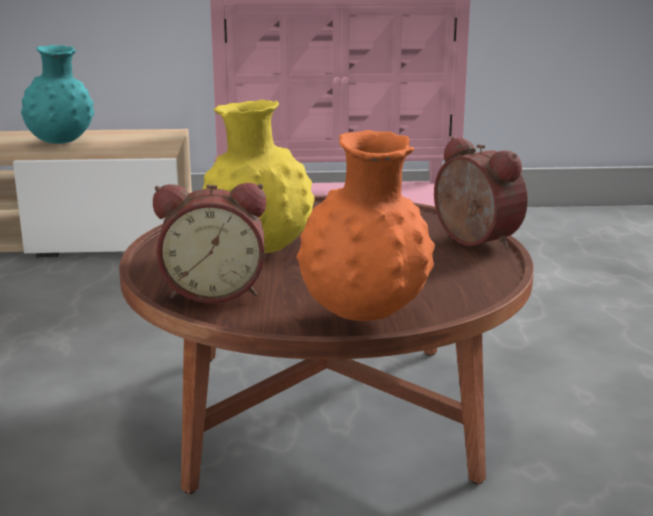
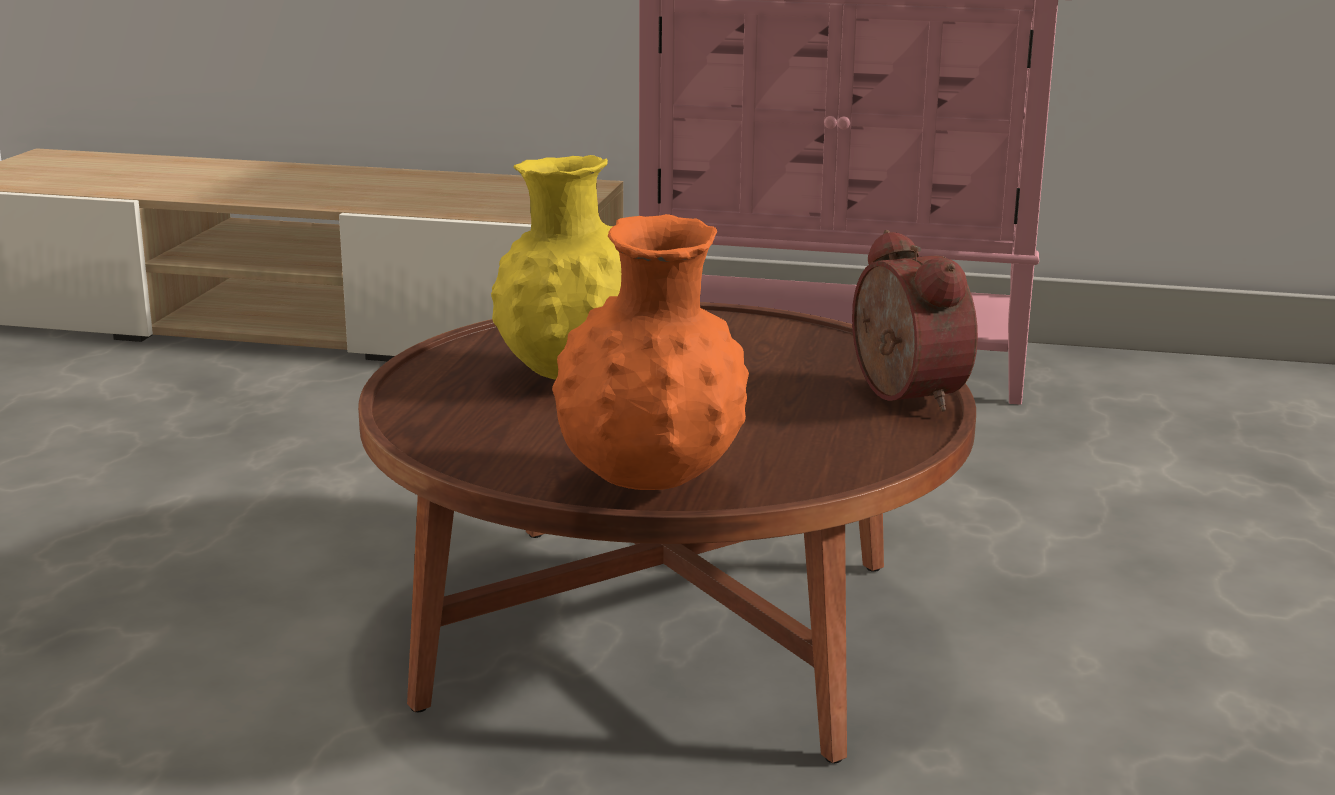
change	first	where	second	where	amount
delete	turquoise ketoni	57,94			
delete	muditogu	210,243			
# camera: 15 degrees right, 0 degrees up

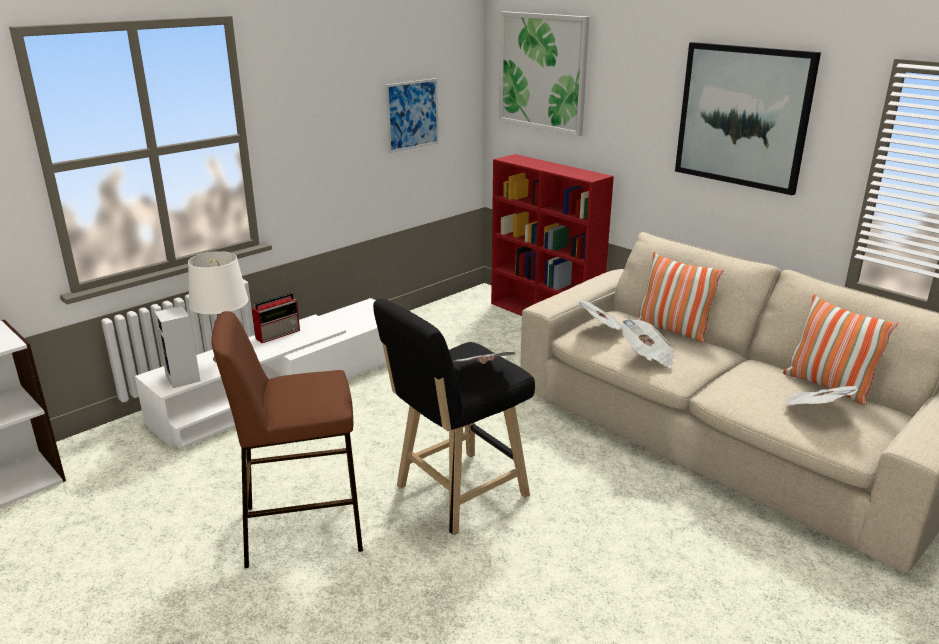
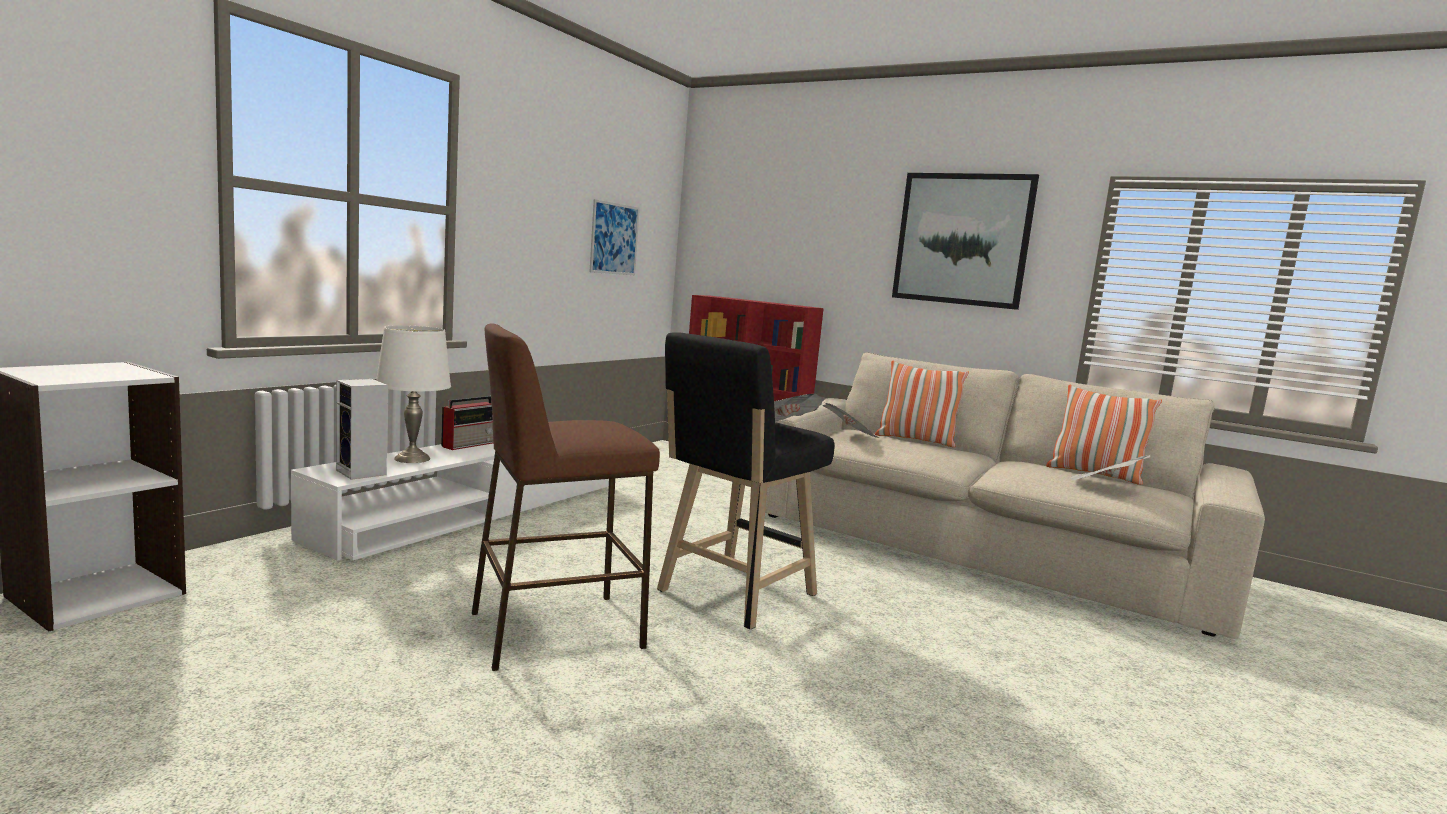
change	first	where	second	where	amount
delete	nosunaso	544,73			
delete	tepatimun	648,343			
# camera: 15 degrees left, 15 degrees down

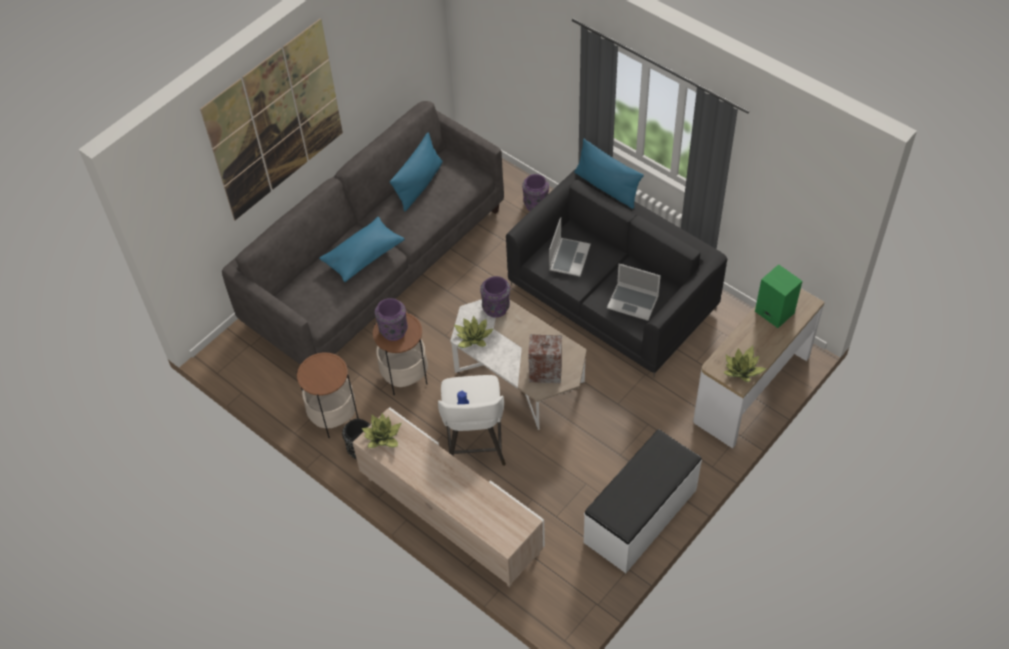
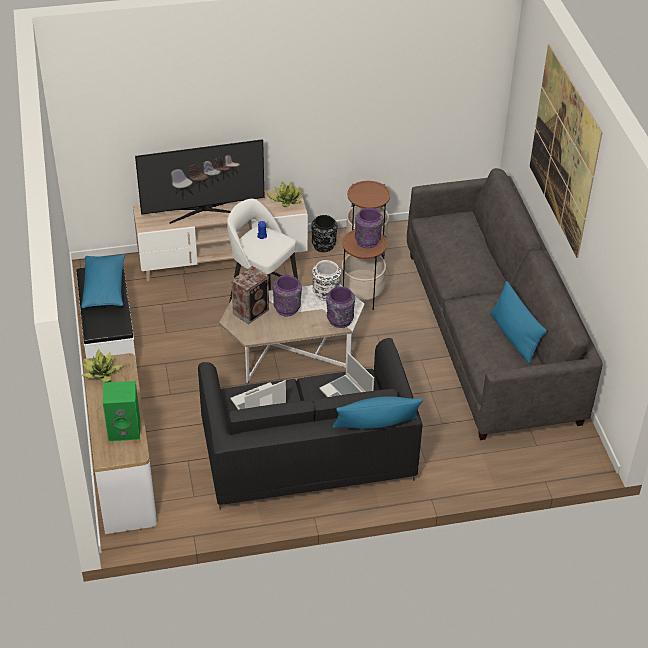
change	first	where	second	where	amount
insert			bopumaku	199,181	
move	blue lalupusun	362,249		103,281	
move	purple ketoni	535,192		287,296	
replace	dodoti	474,332	white ketoni	326,280	
# camera: 125 degrees right, 10 degrees down

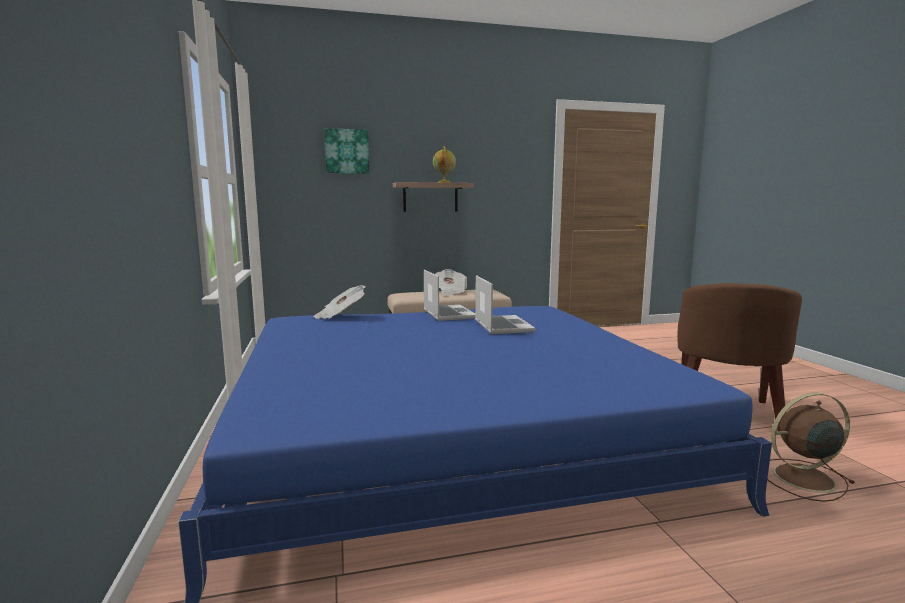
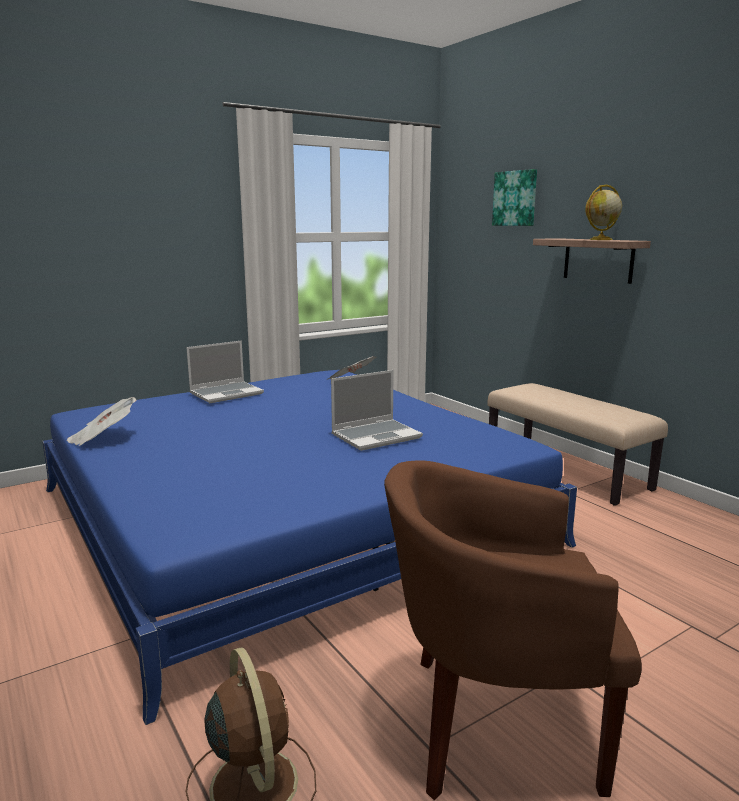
change	first	where	second	where	amount
move	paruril	450,295		225,371	
move	tepatimun	451,282		102,421	
# camera: 70 degrees right, 5 degrees up

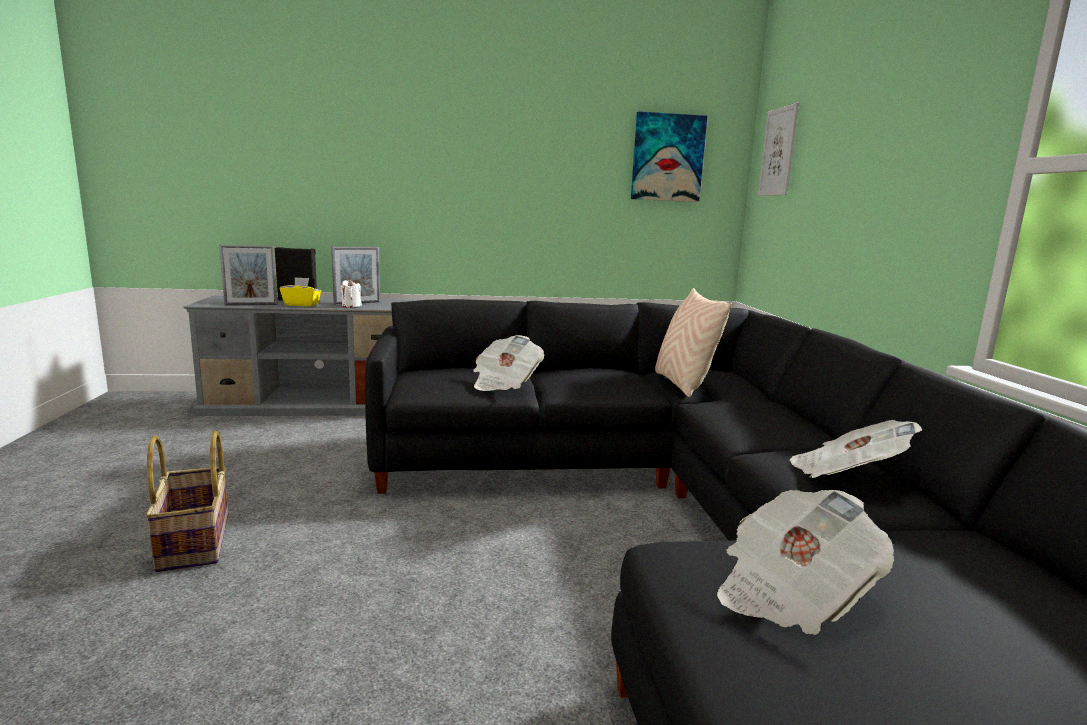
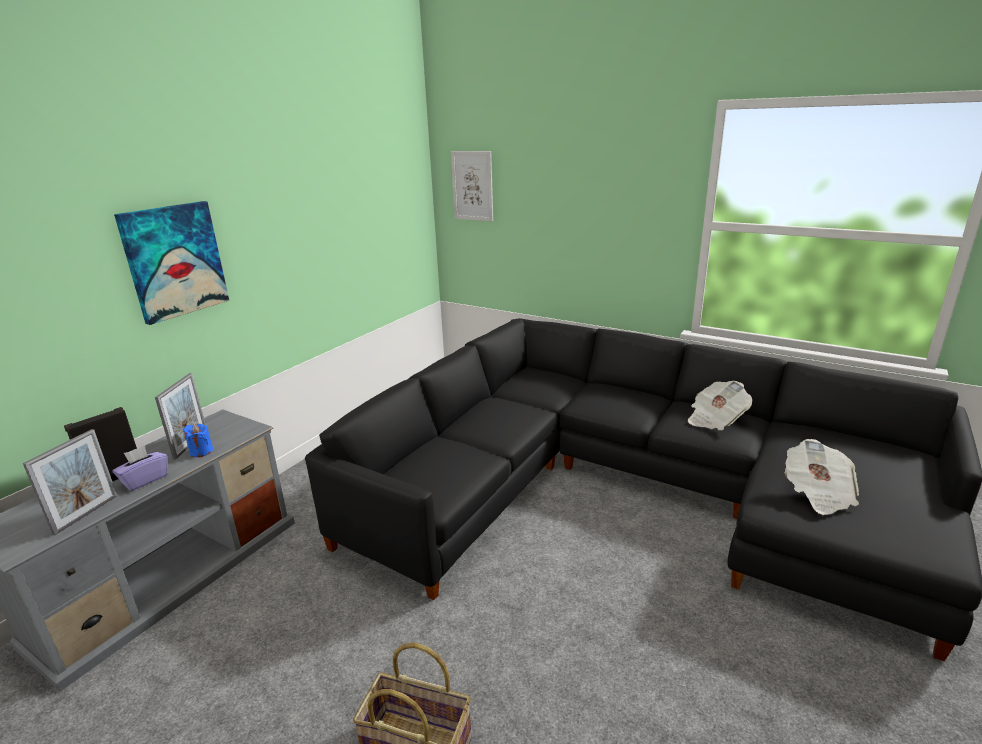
change	first	where	second	where	amount
delete	tepatimun	508,363			
delete	beige lalupusun	693,342			
move	nosunaso	669,156		171,263	
recolor	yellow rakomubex	301,291	purple rakomubex	140,468	
recolor	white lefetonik	351,293	blue lefetonik	198,440	
# camera: 50 degrees left, 10 degrees up

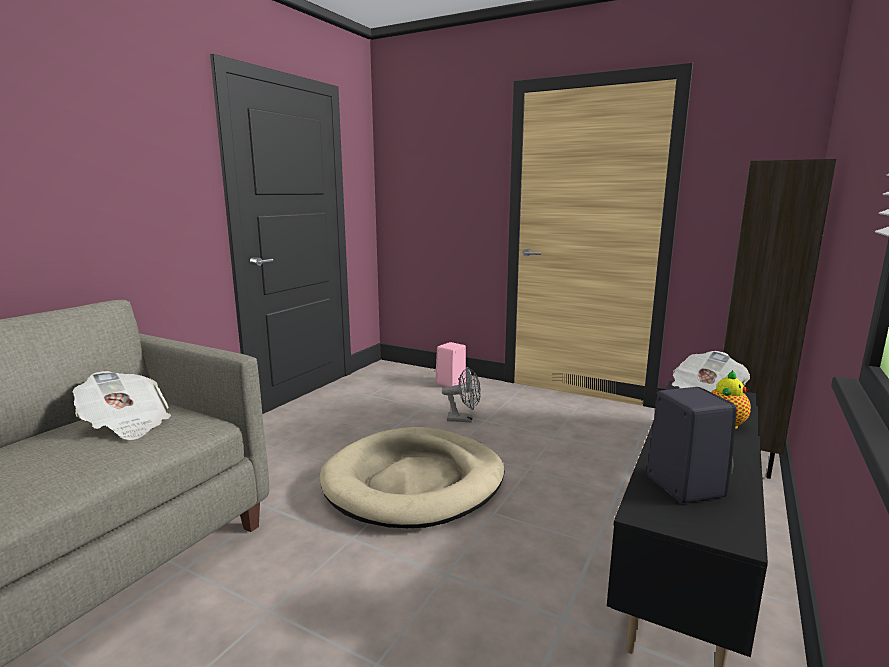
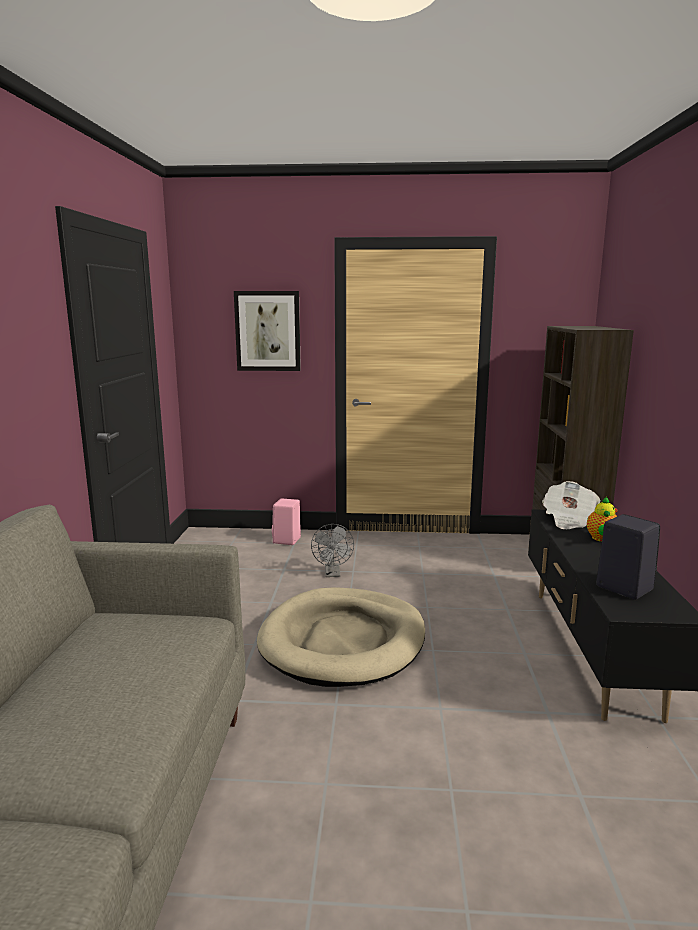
change	first	where	second	where	amount
delete	tepatimun	122,405			
insert			nosunaso	267,331	
rotate	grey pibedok	461,394		332,550	105 degrees clockwise
# camera: 25 degrees left, 0 degrees up

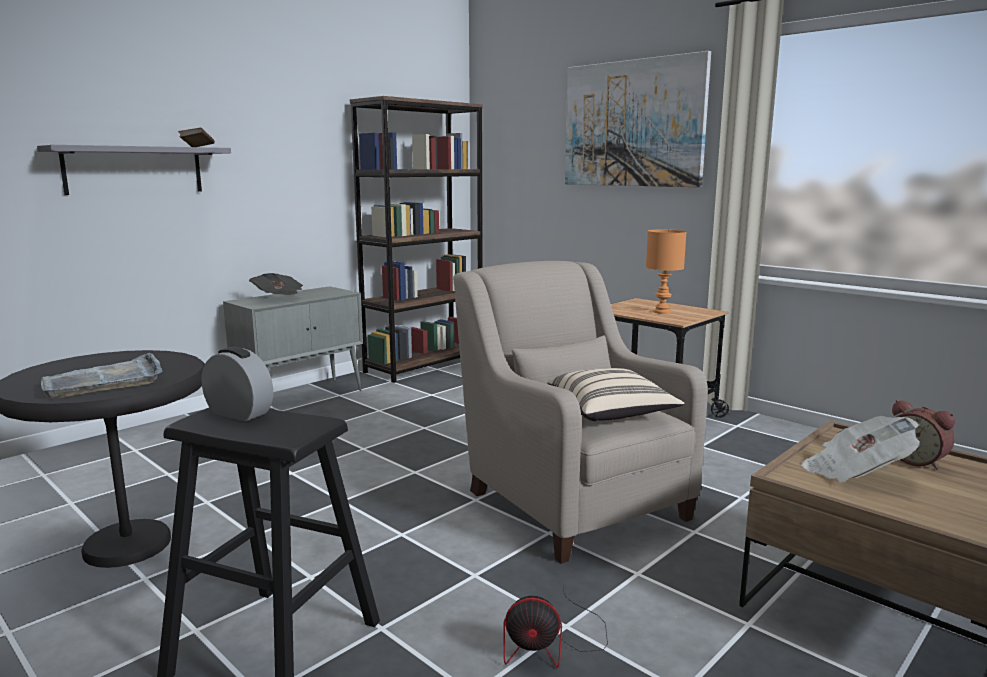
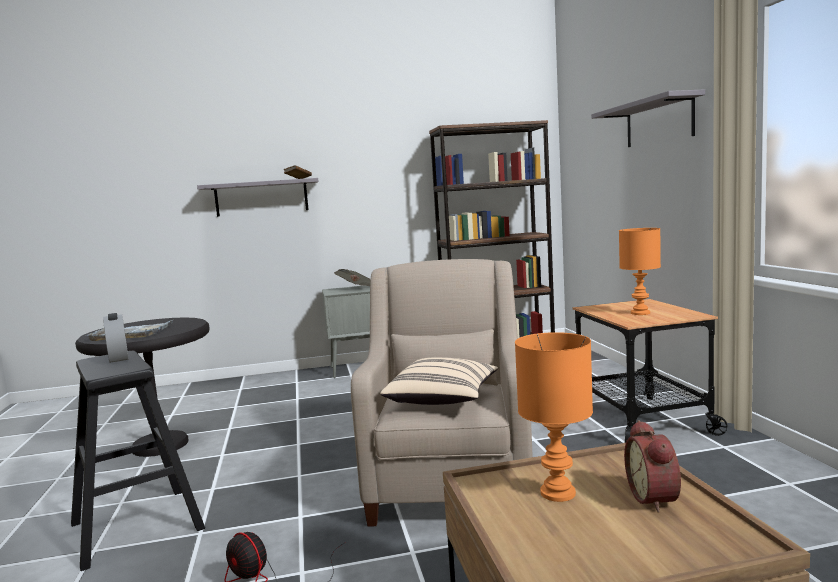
change	first	where	second	where	amount
replace	nosunaso	638,119	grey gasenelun	648,118	
replace	tepatimun	861,449	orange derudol	554,417	
# camera: 35 degrees right, 5 degrees down

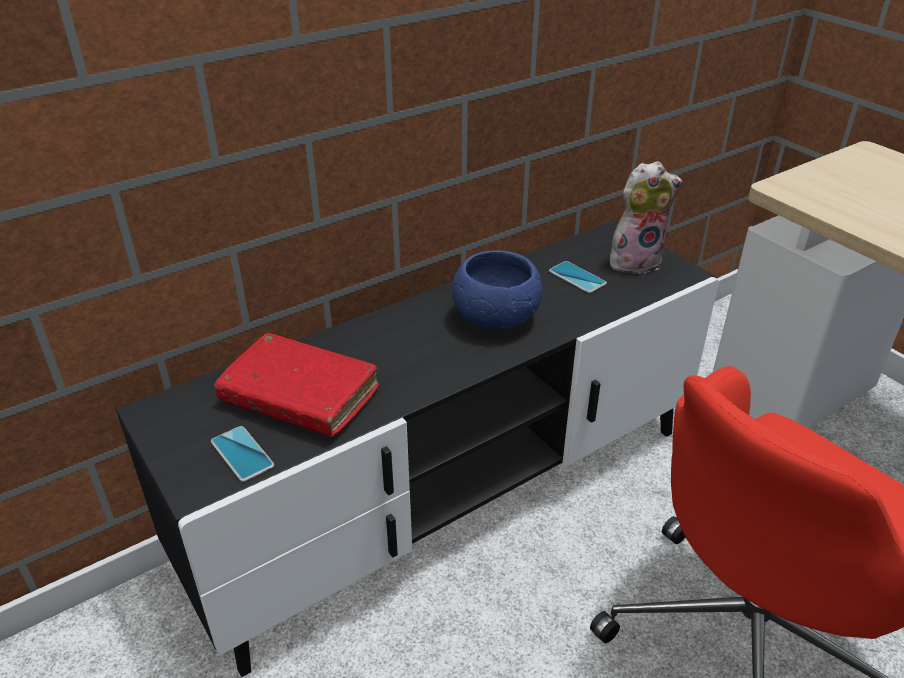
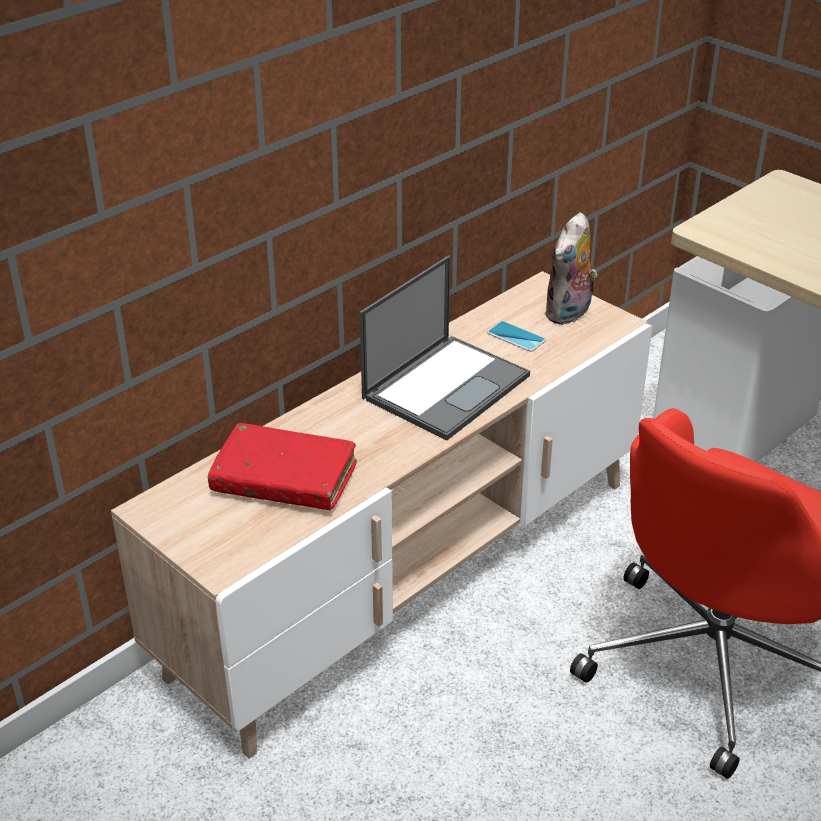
change	first	where	second	where	amount
delete	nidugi	242,454			
replace	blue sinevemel	497,290	paruril	445,348	
recolor	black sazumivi	417,448	beige sazumivi	381,515	
rotate	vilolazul	646,217		571,268	150 degrees clockwise
# camera: 10 degrees left, 0 degrees up

